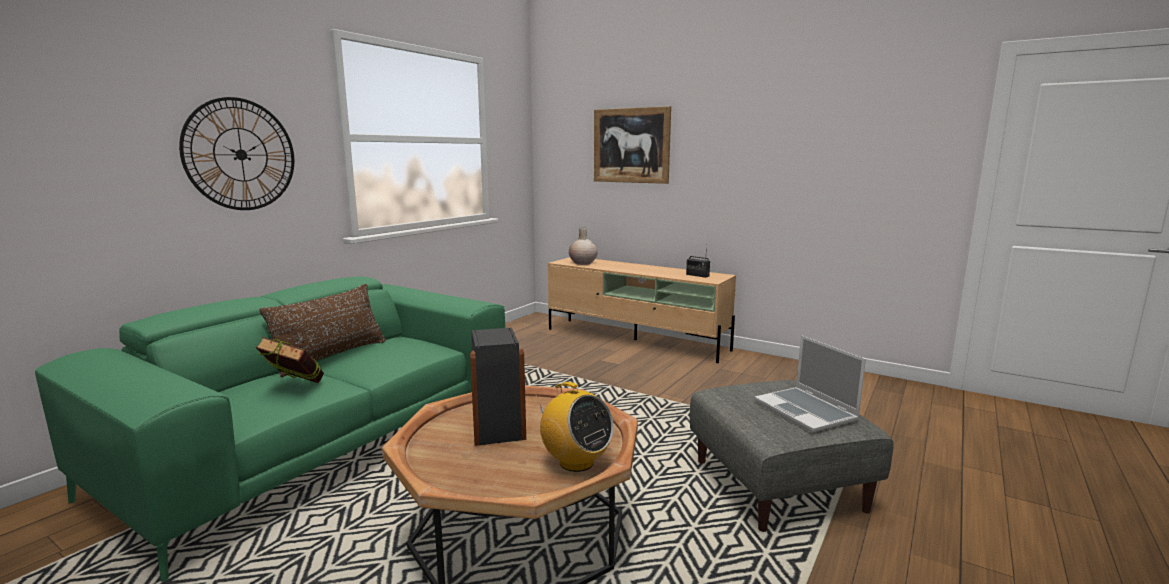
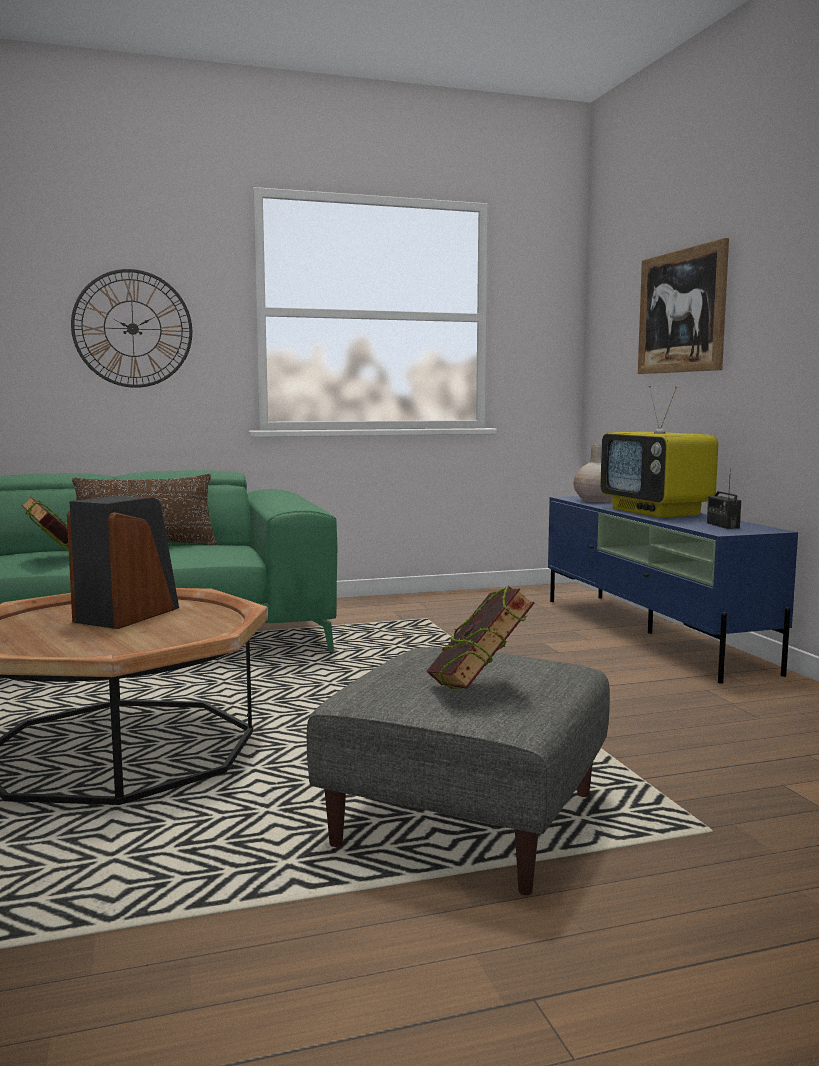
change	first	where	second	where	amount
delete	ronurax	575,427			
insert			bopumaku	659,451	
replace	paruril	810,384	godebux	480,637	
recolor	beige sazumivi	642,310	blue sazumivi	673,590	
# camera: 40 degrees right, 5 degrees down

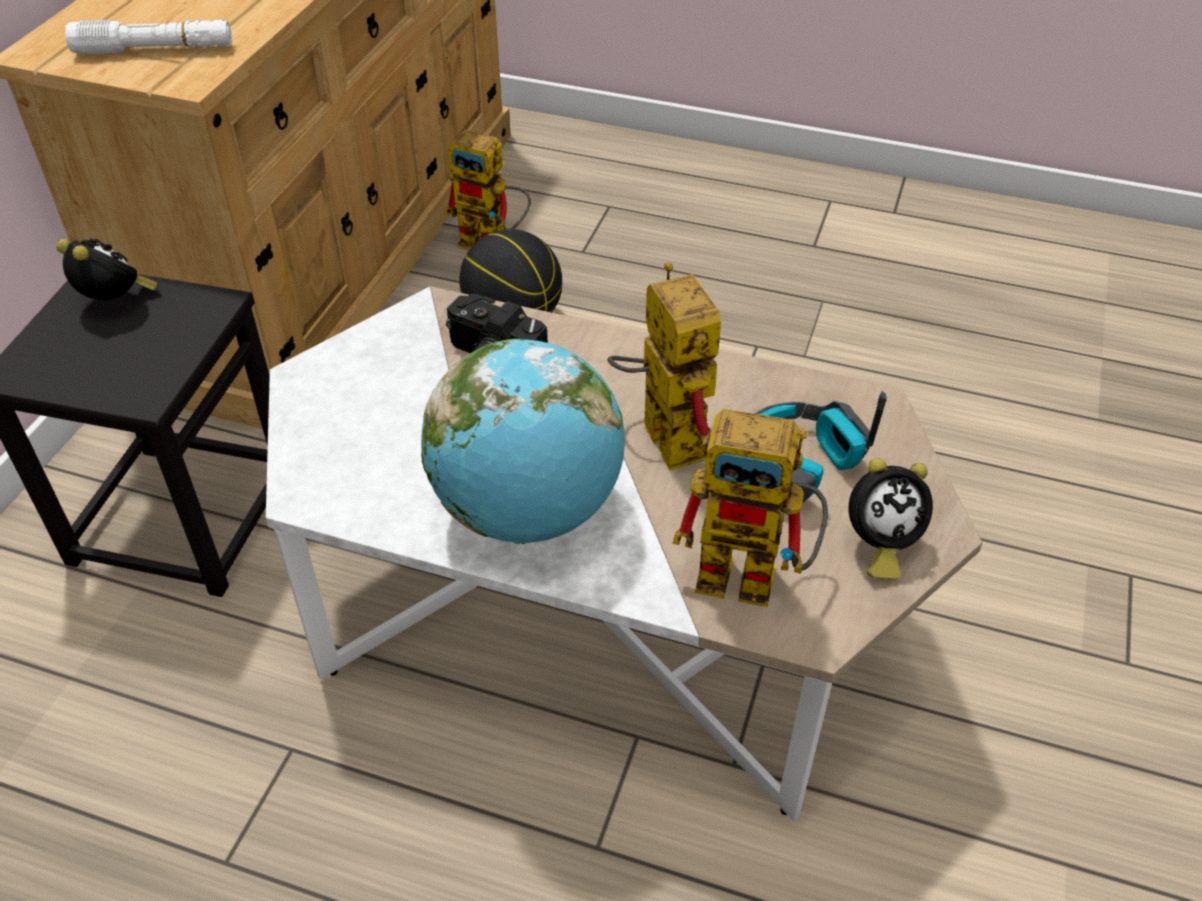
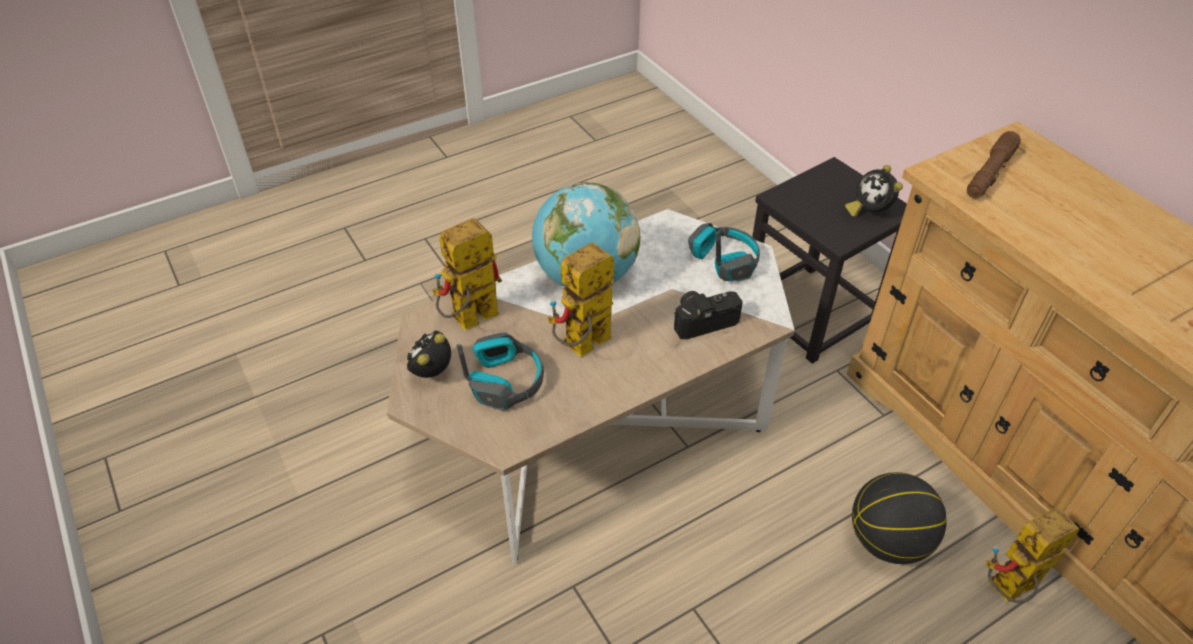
change	first	where	second	where	amount
insert			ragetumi	724,252	
recolor	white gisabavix	148,37	brown gisabavix	994,164	
rotate	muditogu	107,269		874,191	75 degrees clockwise
rotate	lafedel	664,366		580,299	120 degrees clockwise
# camera: 130 degrees right, 0 degrees up

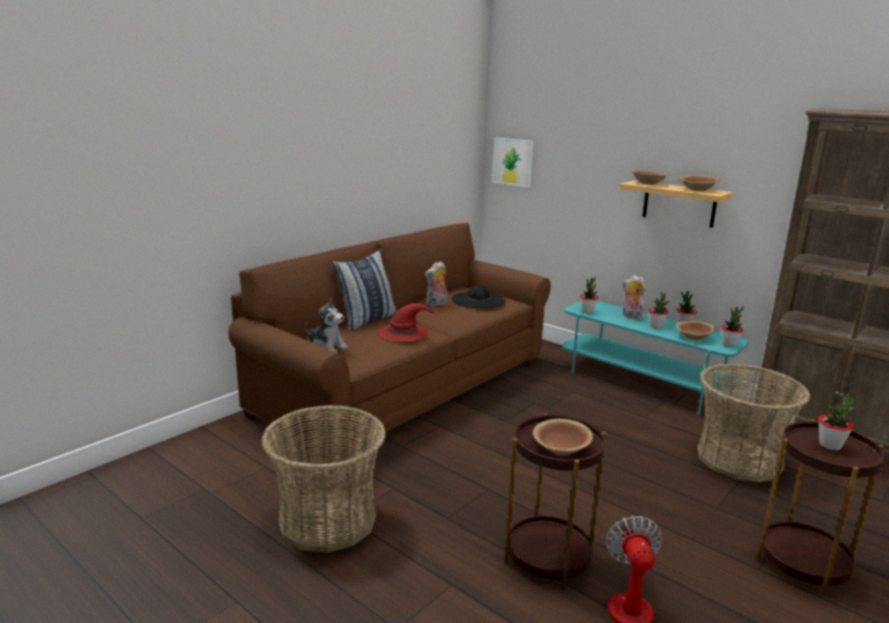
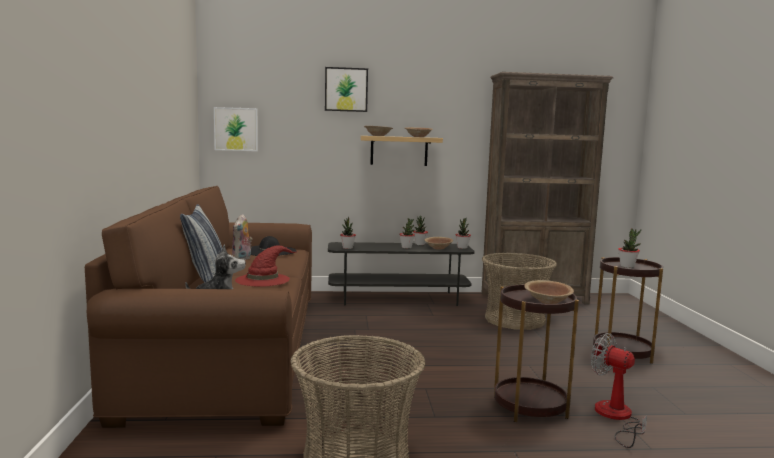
change	first	where	second	where	amount
delete	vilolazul	634,297			
insert			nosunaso	346,89	
recolor	turquoise sazumivi	655,358	grey sazumivi	401,274	
# camera: 45 degrees left, 10 degrees down

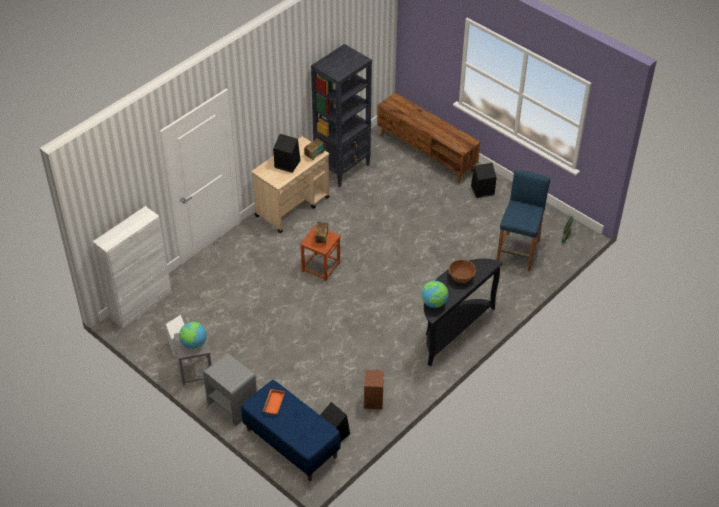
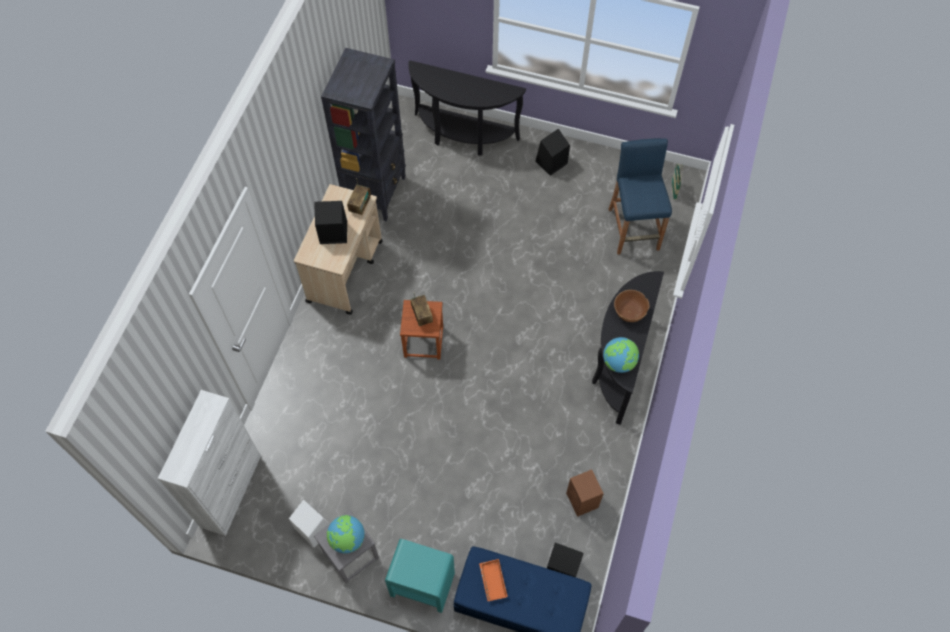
change	first	where	second	where	amount
replace	brown sazumivi	428,138	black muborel	467,108	
recolor	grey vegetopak	230,389	turquoise vegetopak	420,576	
# camera: 25 degrees left, 15 degrees up

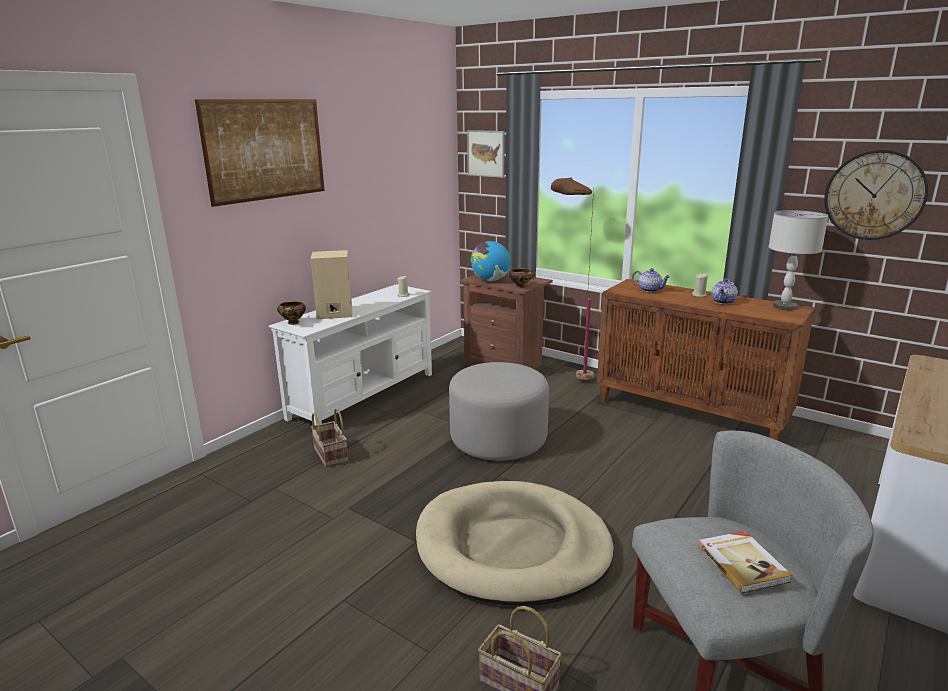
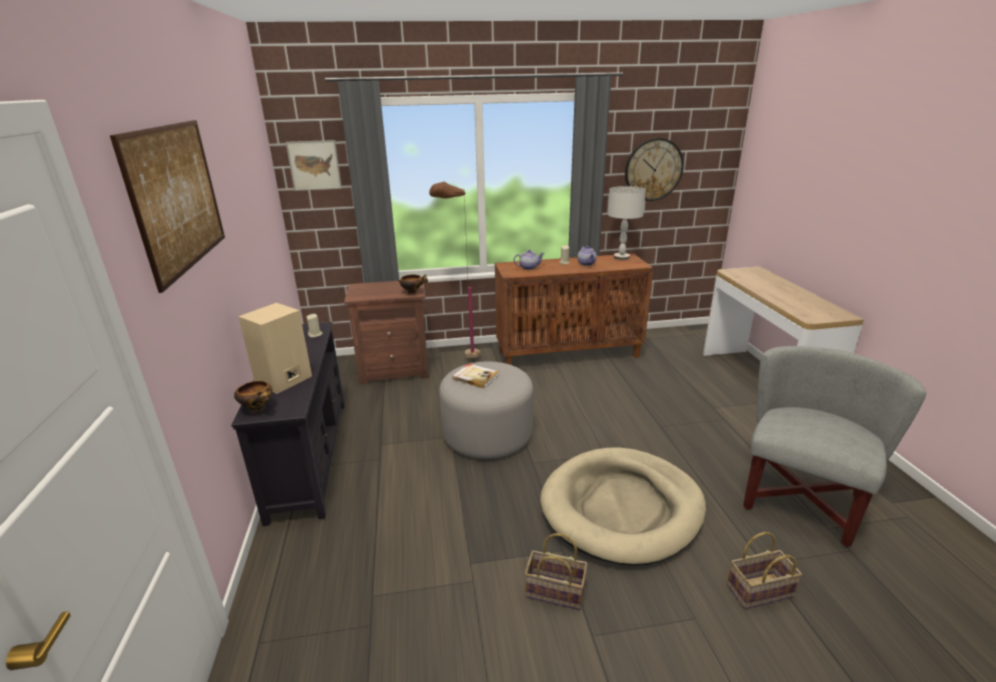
change	first	where	second	where	amount
delete	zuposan	490,261			
move	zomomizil	329,438		556,571	
move	godebux	744,562		476,376	
recolor	white sazumivi	350,354	black sazumivi	288,424	
# camera: 45 degrees left, 5 degrees up

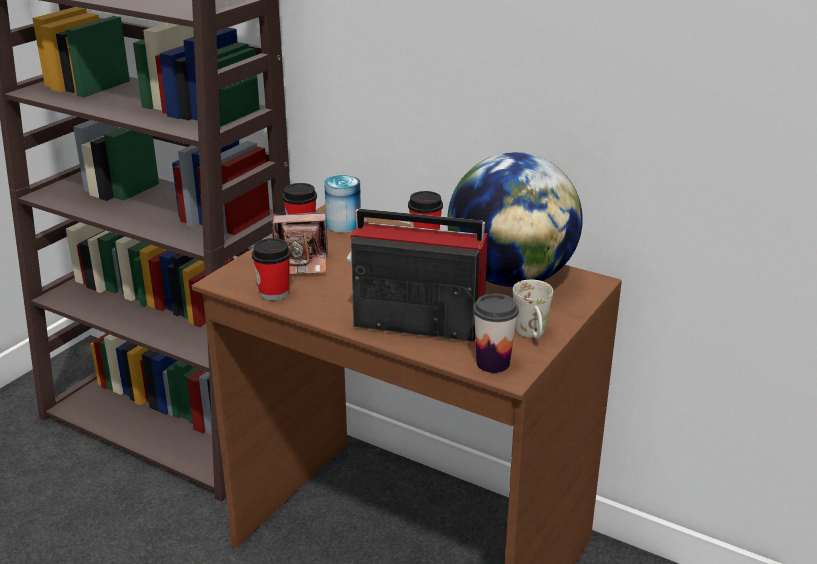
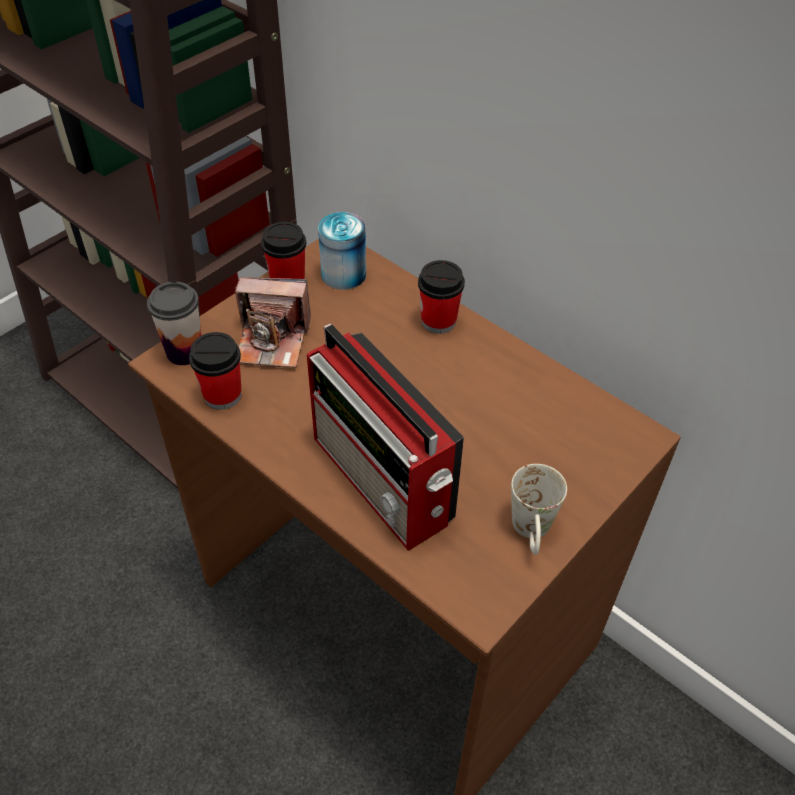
change	first	where	second	where	amount
delete	zuposan	515,219			
move	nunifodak	496,333		174,323	
rotate	ronurax	417,275		385,437	150 degrees counterclockwise
# camera: 10 degrees right, 20 degrees up

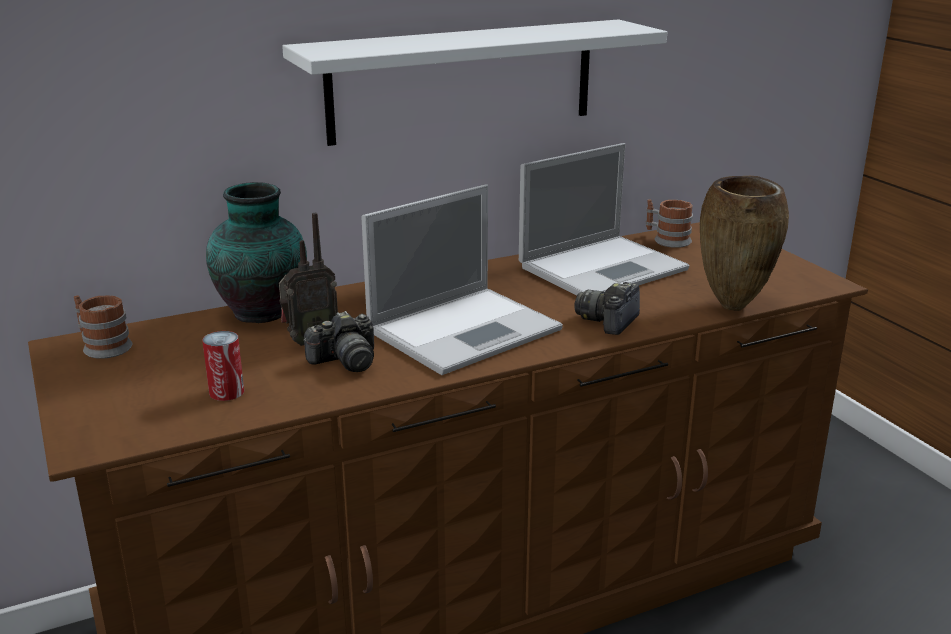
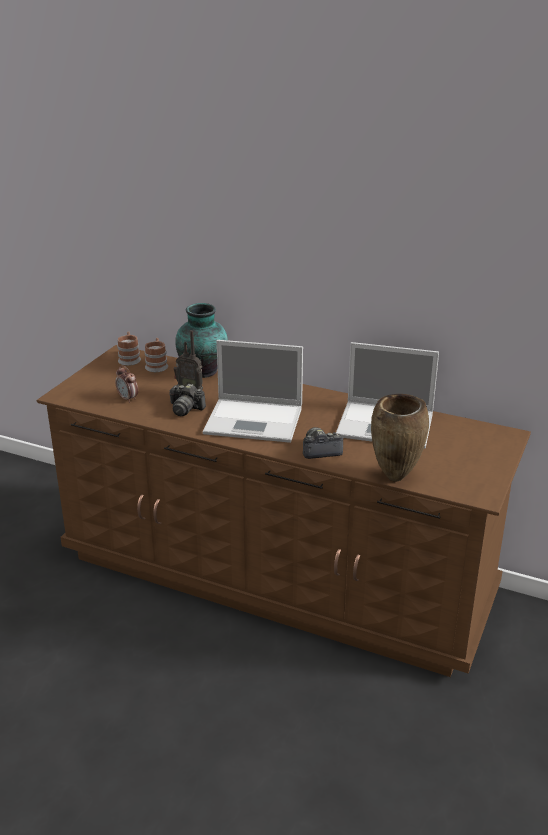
change	first	where	second	where	amount
delete	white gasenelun	474,82			
move	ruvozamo	669,223		156,355	
replace	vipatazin	223,366	muditogu	126,384	
# camera: 50 degrees right, 5 degrees up

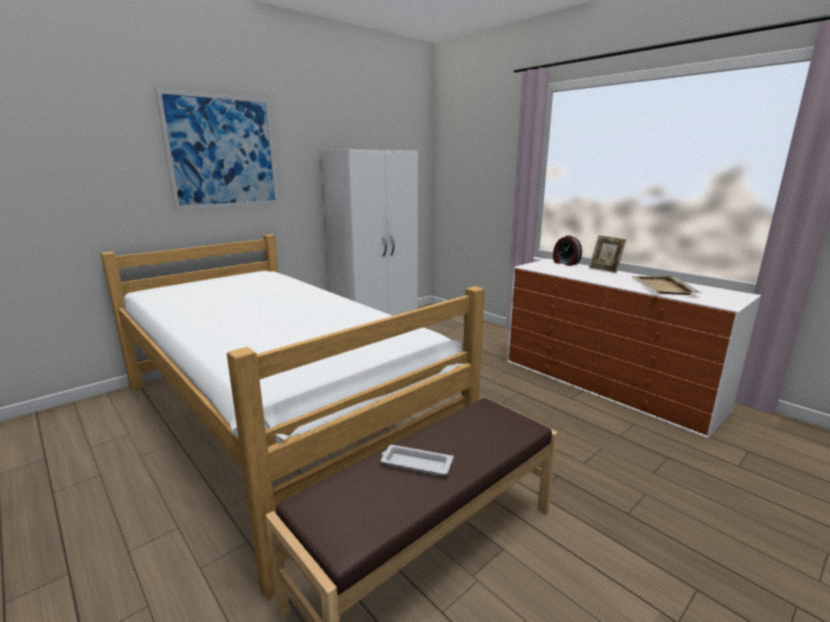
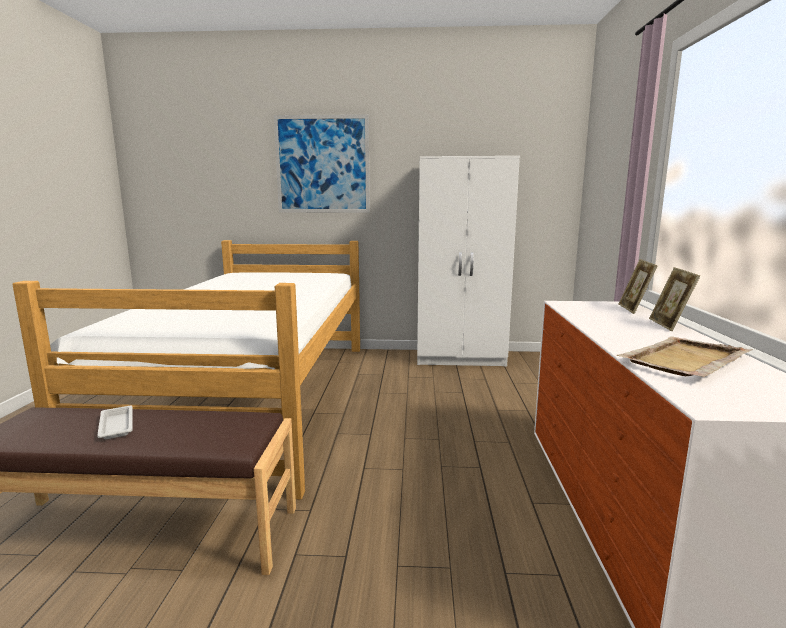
change	first	where	second	where	amount
replace	muditogu	567,250	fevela	638,286	
# camera: 45 degrees right, 5 degrees down

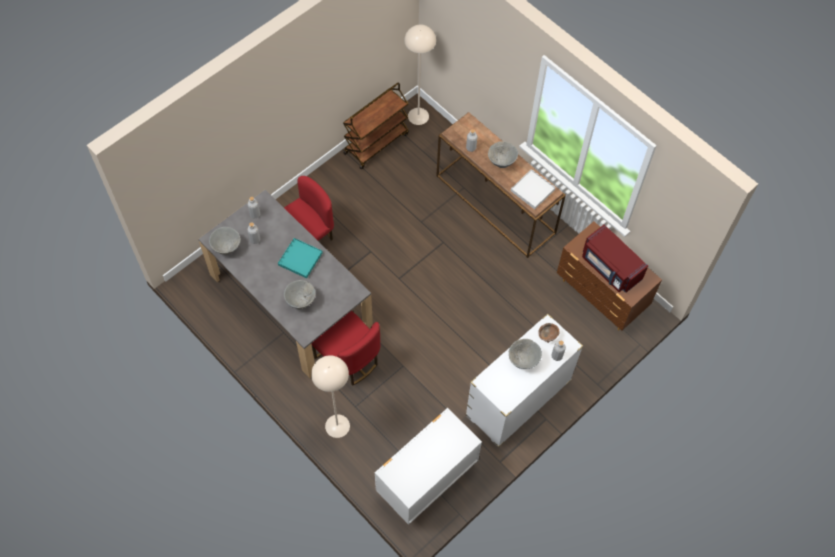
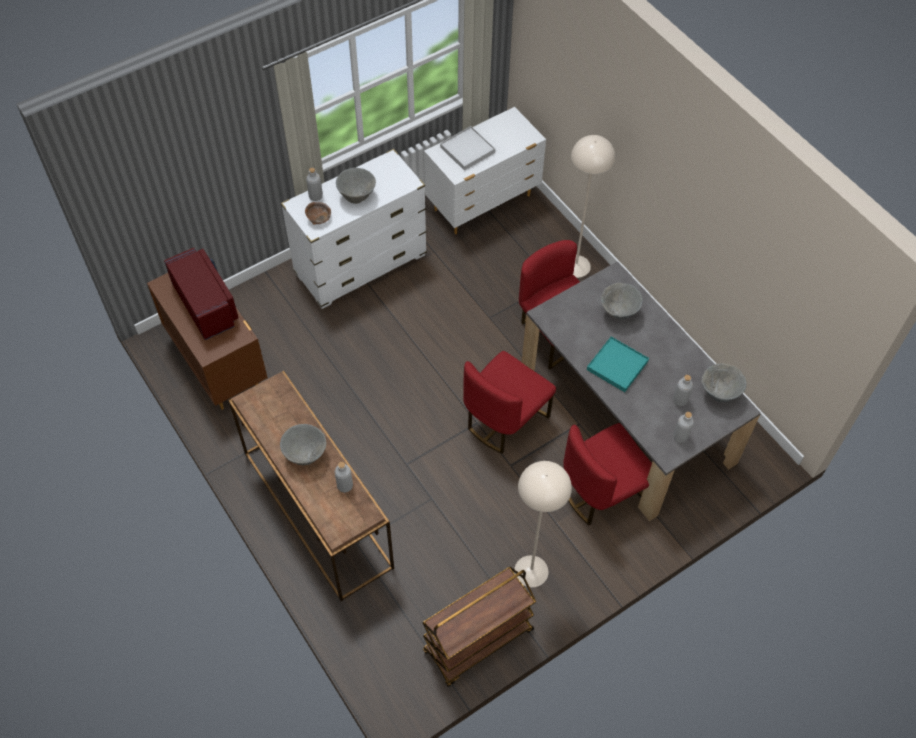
change	first	where	second	where	amount
insert			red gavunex	509,402	
move	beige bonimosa	420,75		543,524	
move	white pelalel	533,189		467,148	
# camera: 170 degrees left, 5 degrees down

